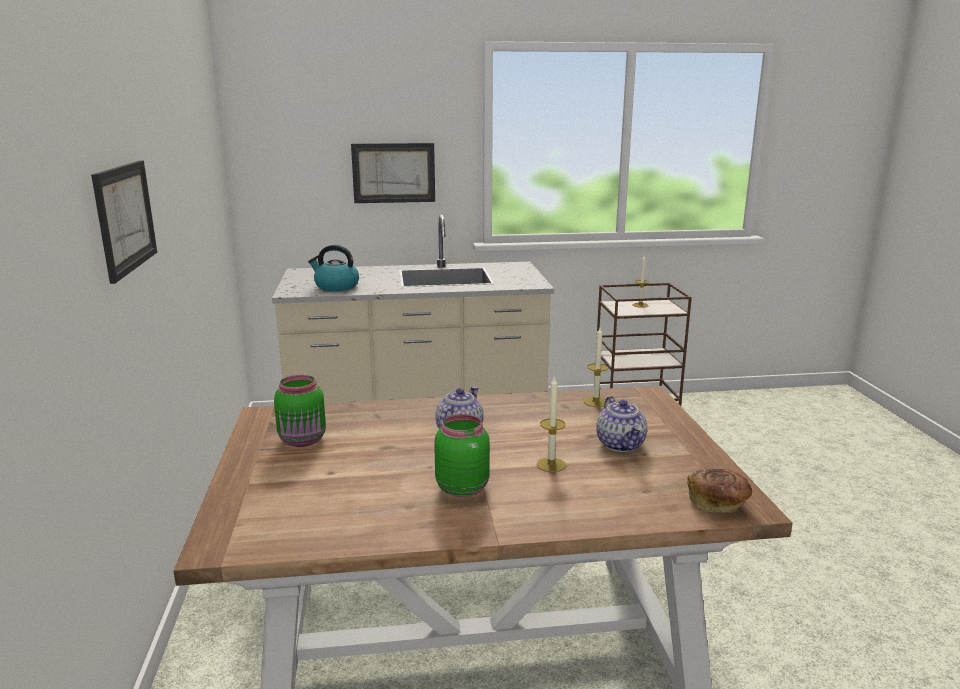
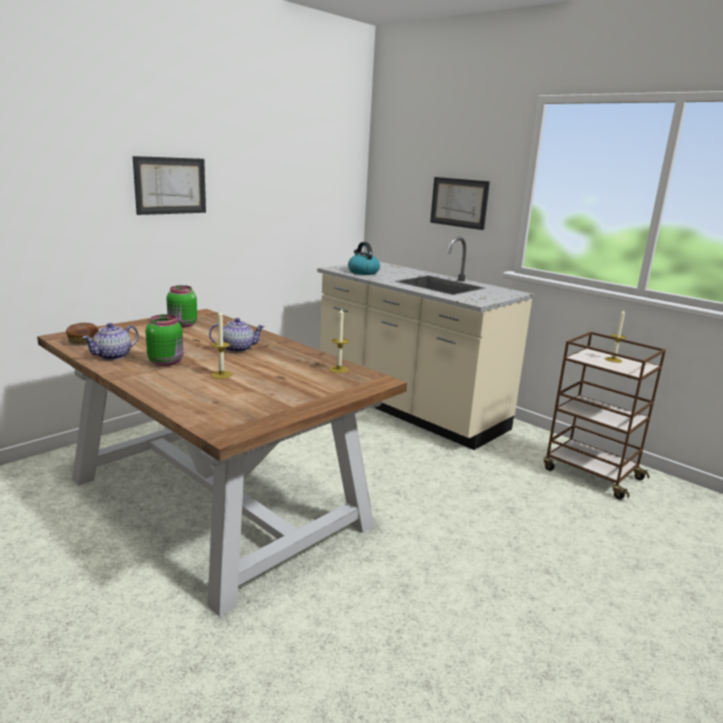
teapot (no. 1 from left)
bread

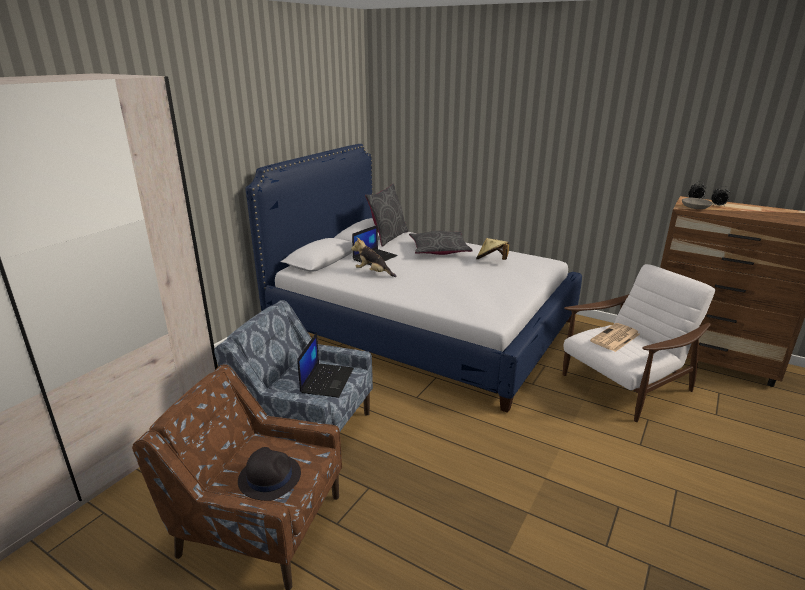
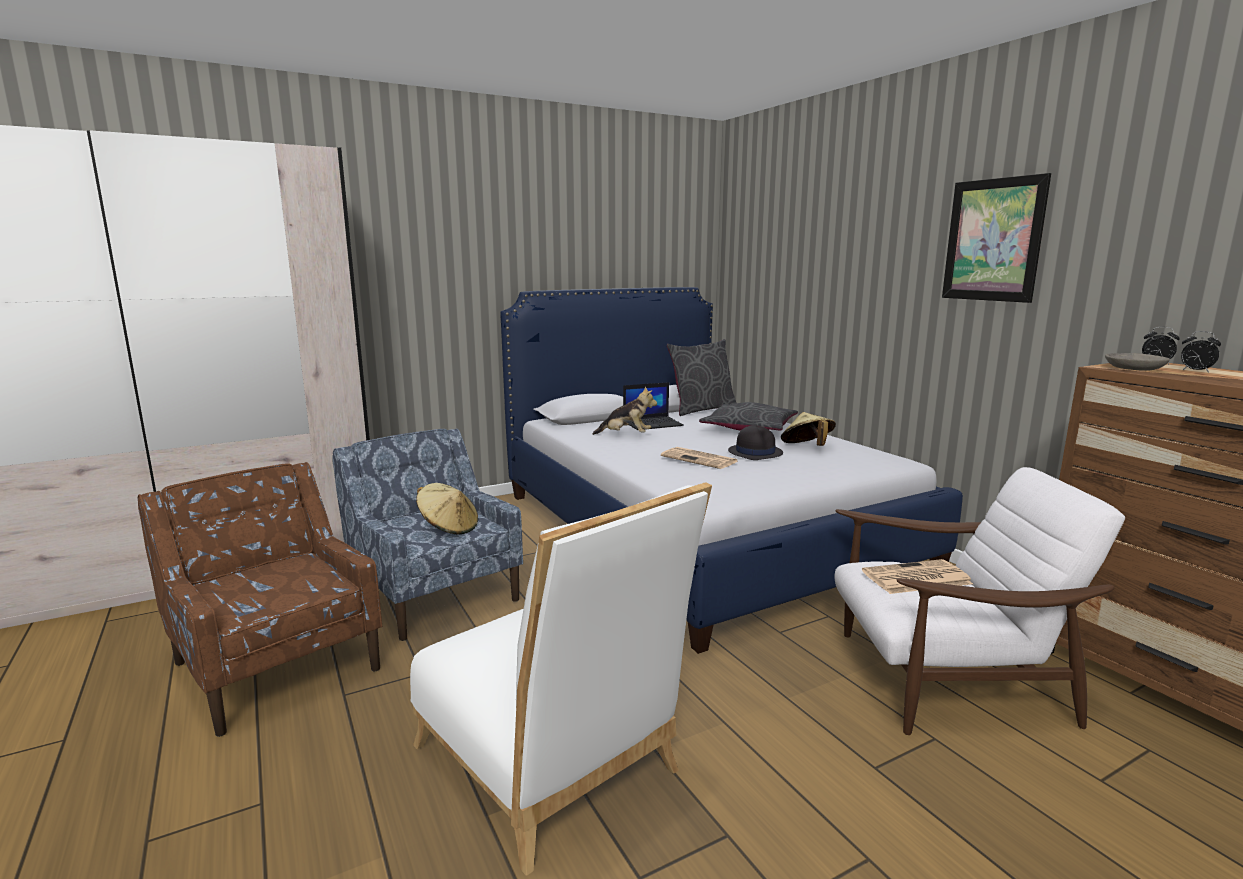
plush_toy
beige_hat (no. 1 from left)
black_hat
picture
newspaper (no. 1 from left)
white_chair

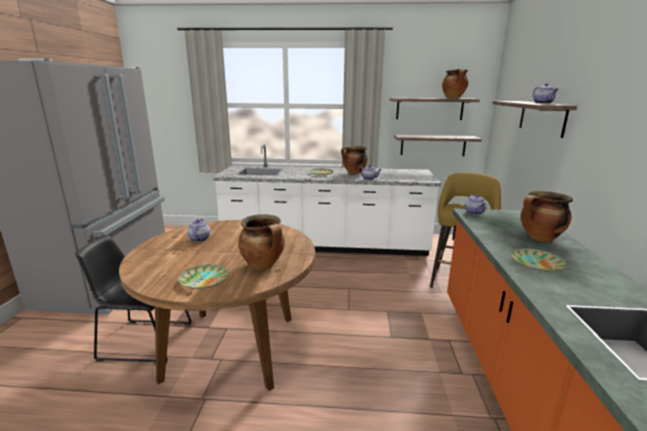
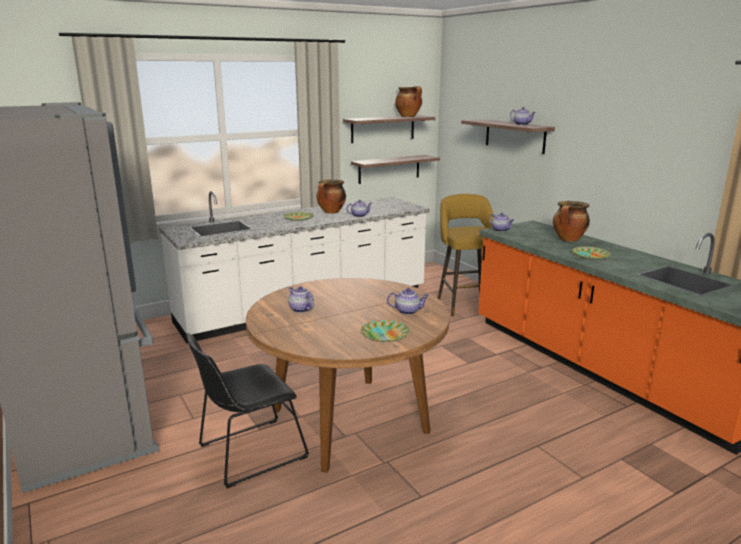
teapot (no. 3 from left)

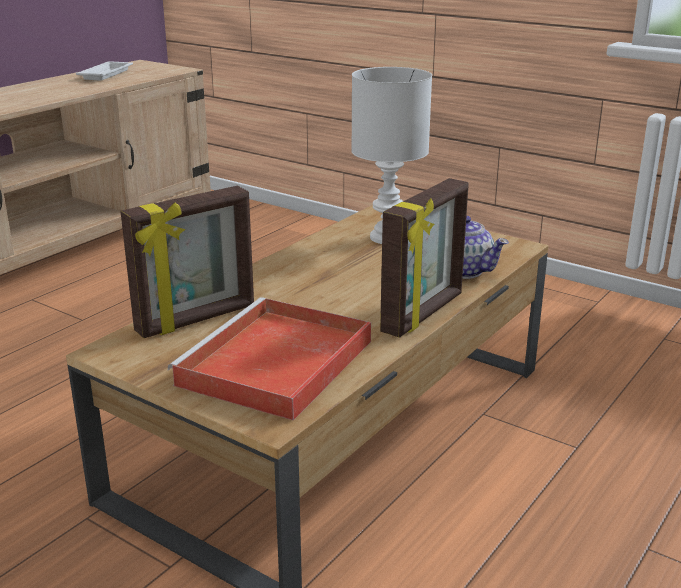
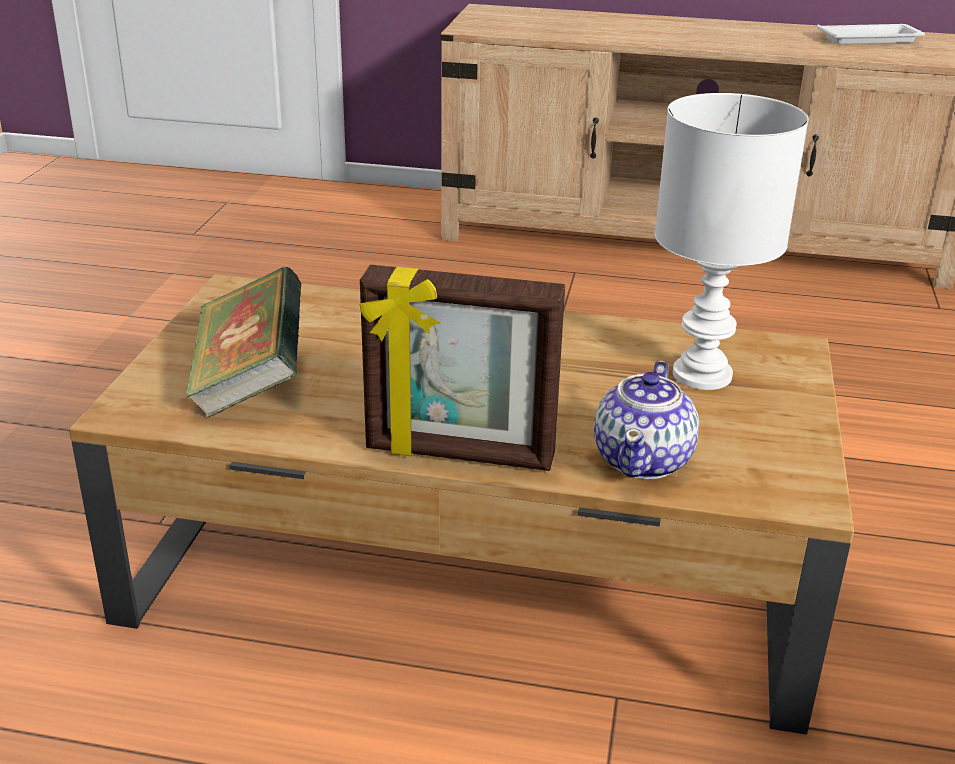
picture_frame (no. 1 from left in the first image)
book

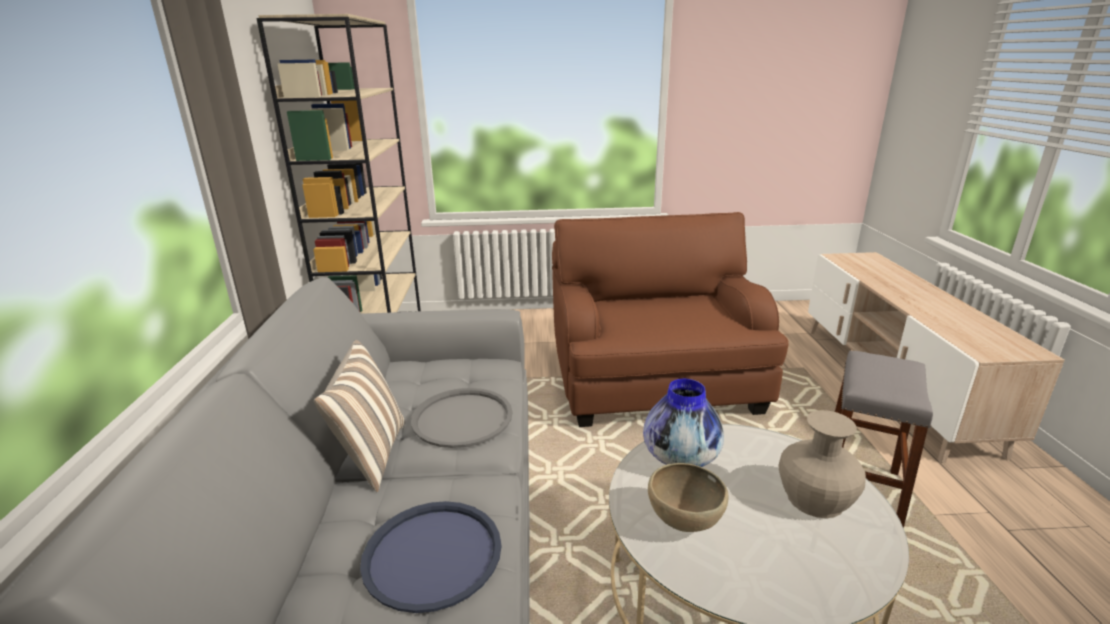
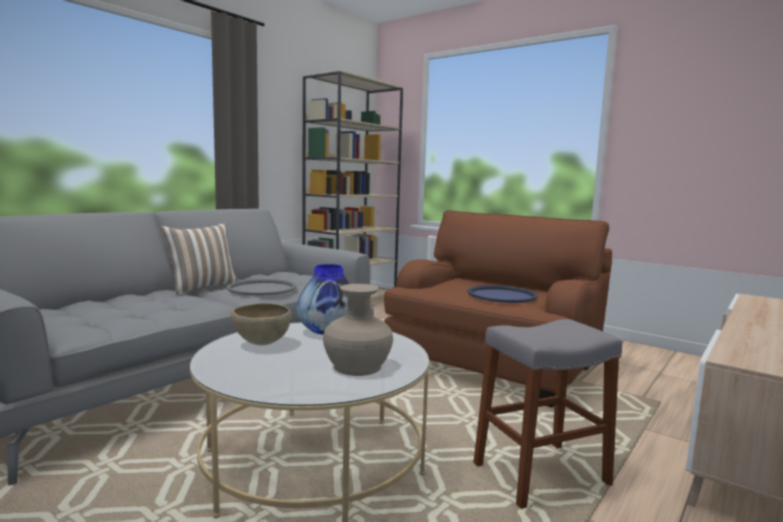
blue_tray

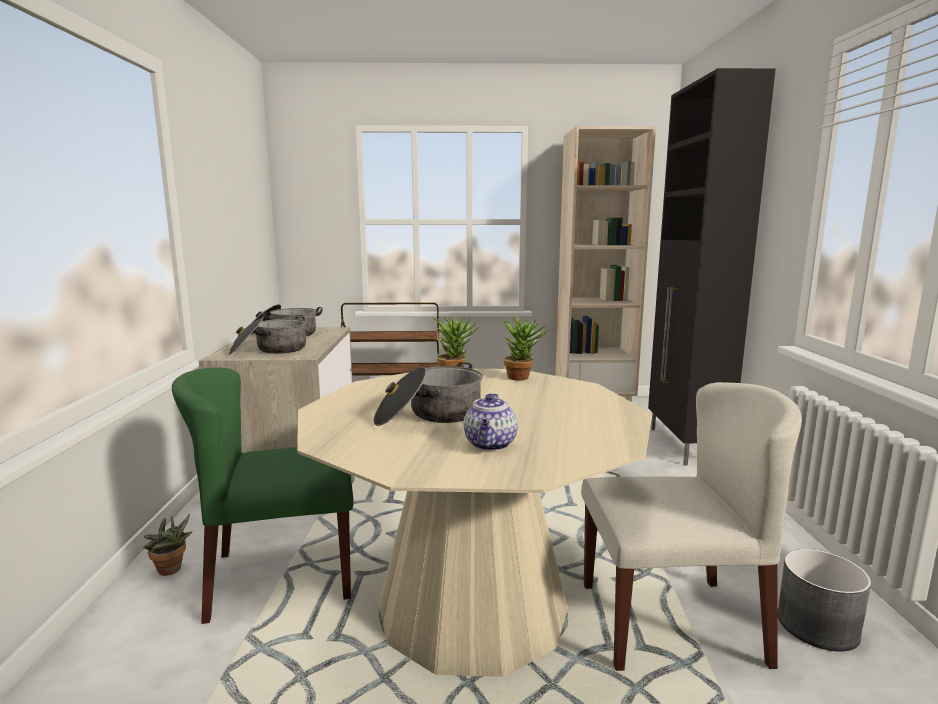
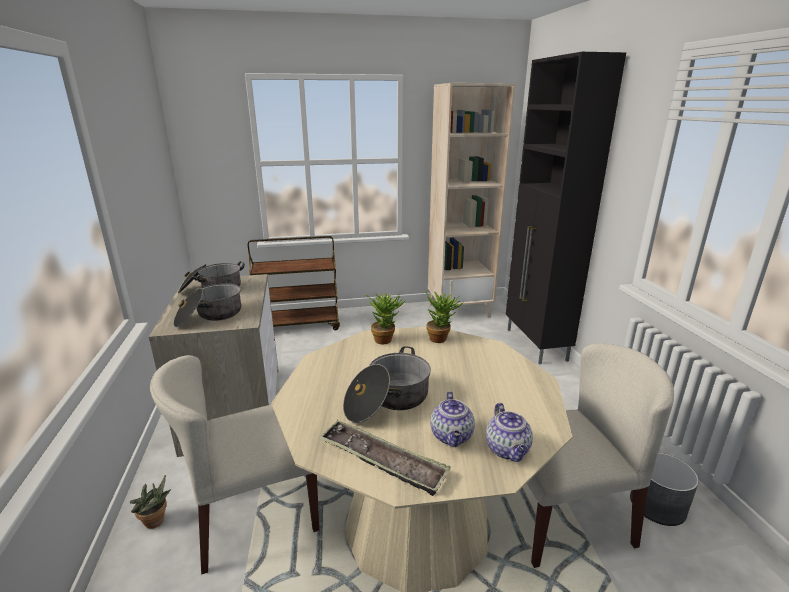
beige_chair (no. 1 from left)
teapot (no. 2 from left)
tray

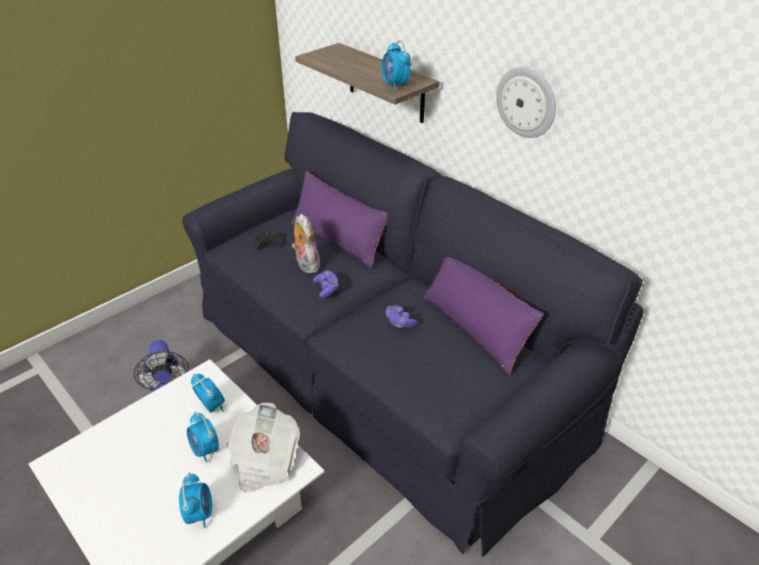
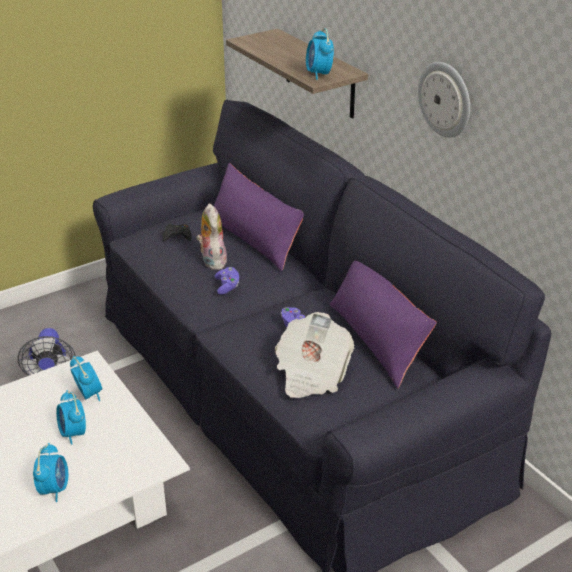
newspaper

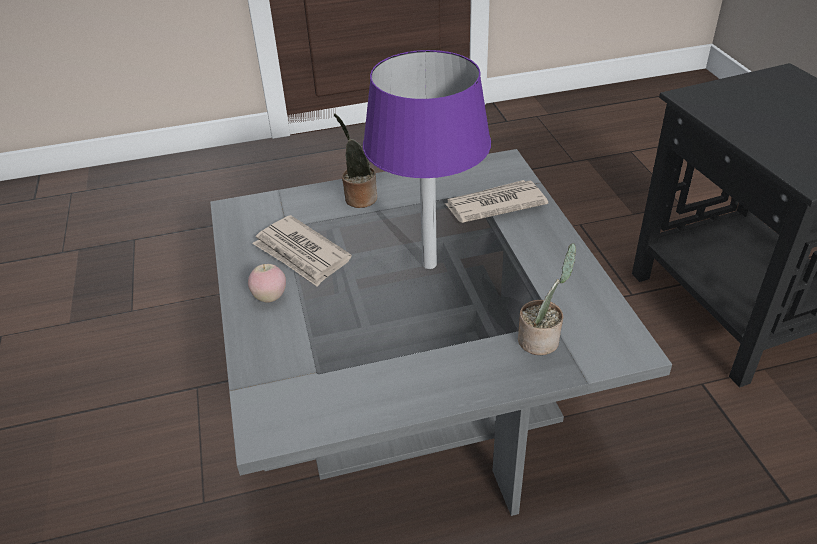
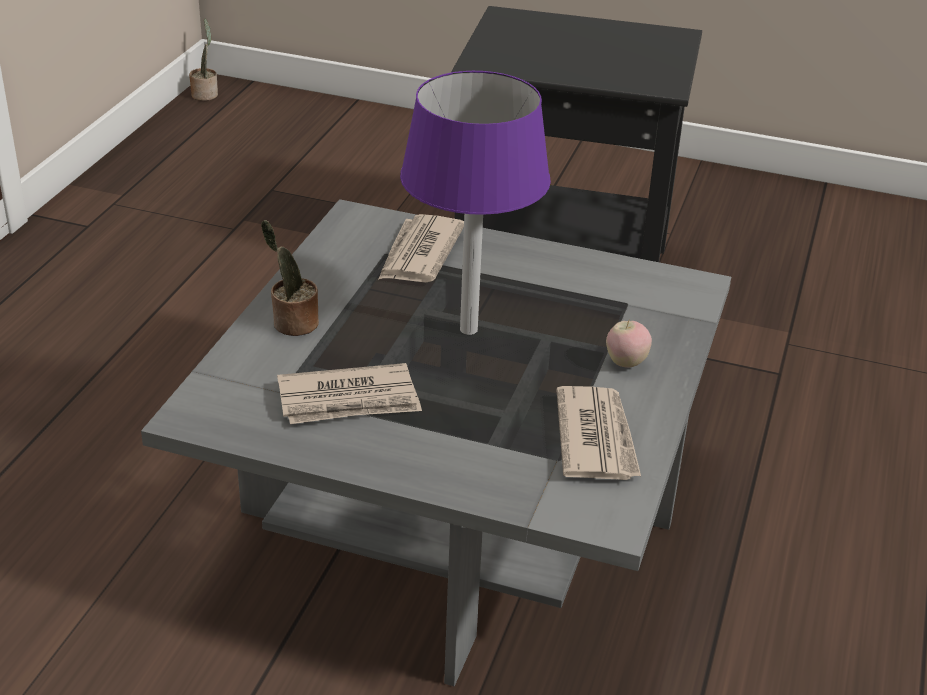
potted_plant (no. 1 from left)
apple
newspaper (no. 3 from left)

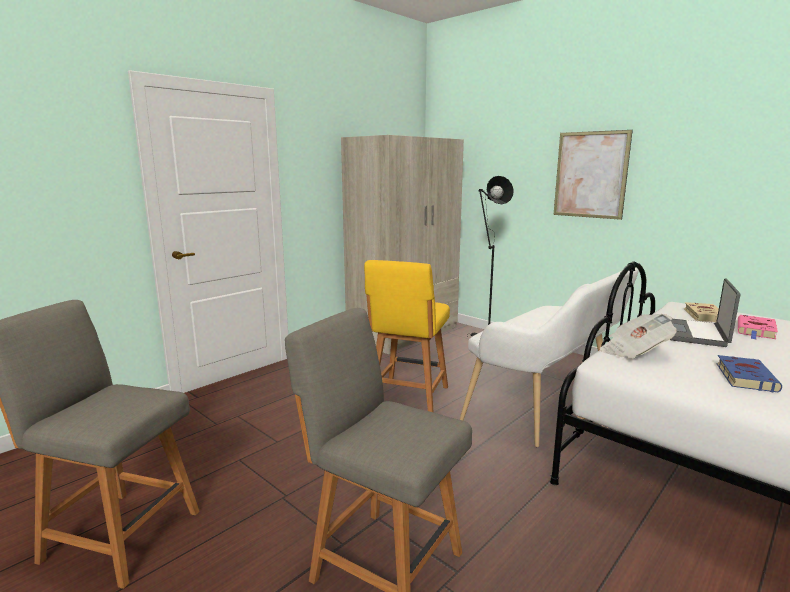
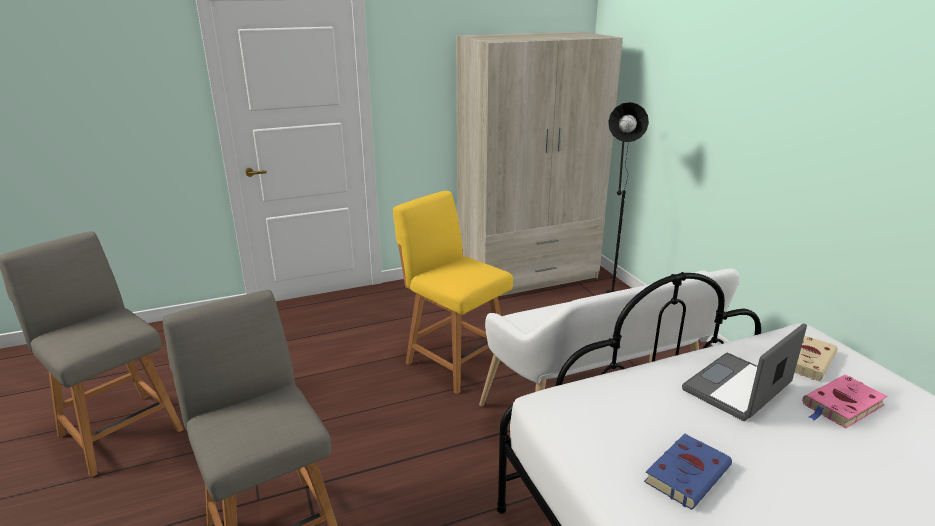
picture
yellow_chair
newspaper

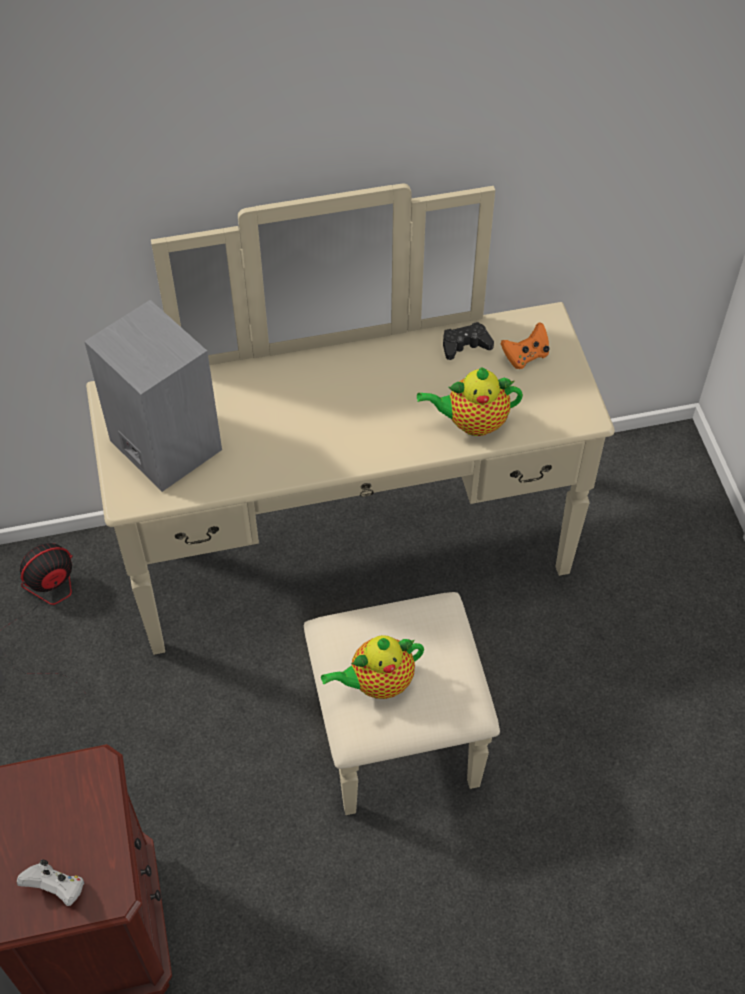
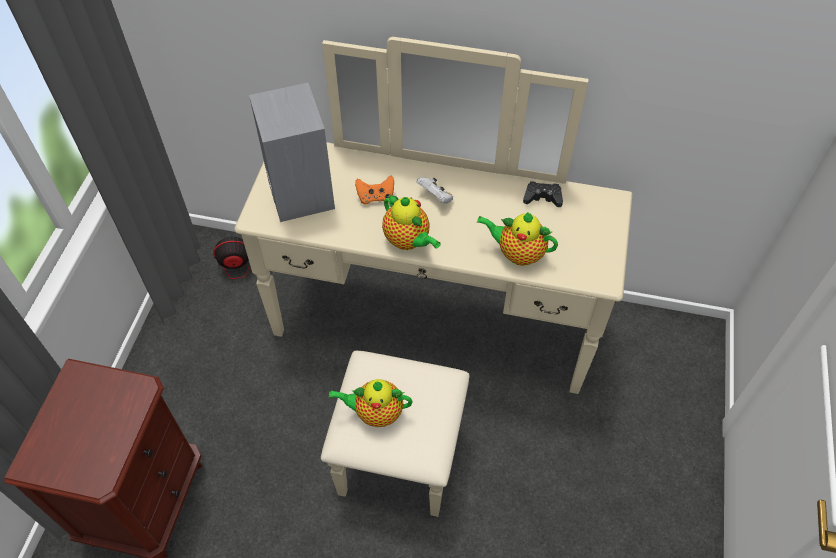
orange_game_controller
white_game_controller
teapot (no. 2 from left)

